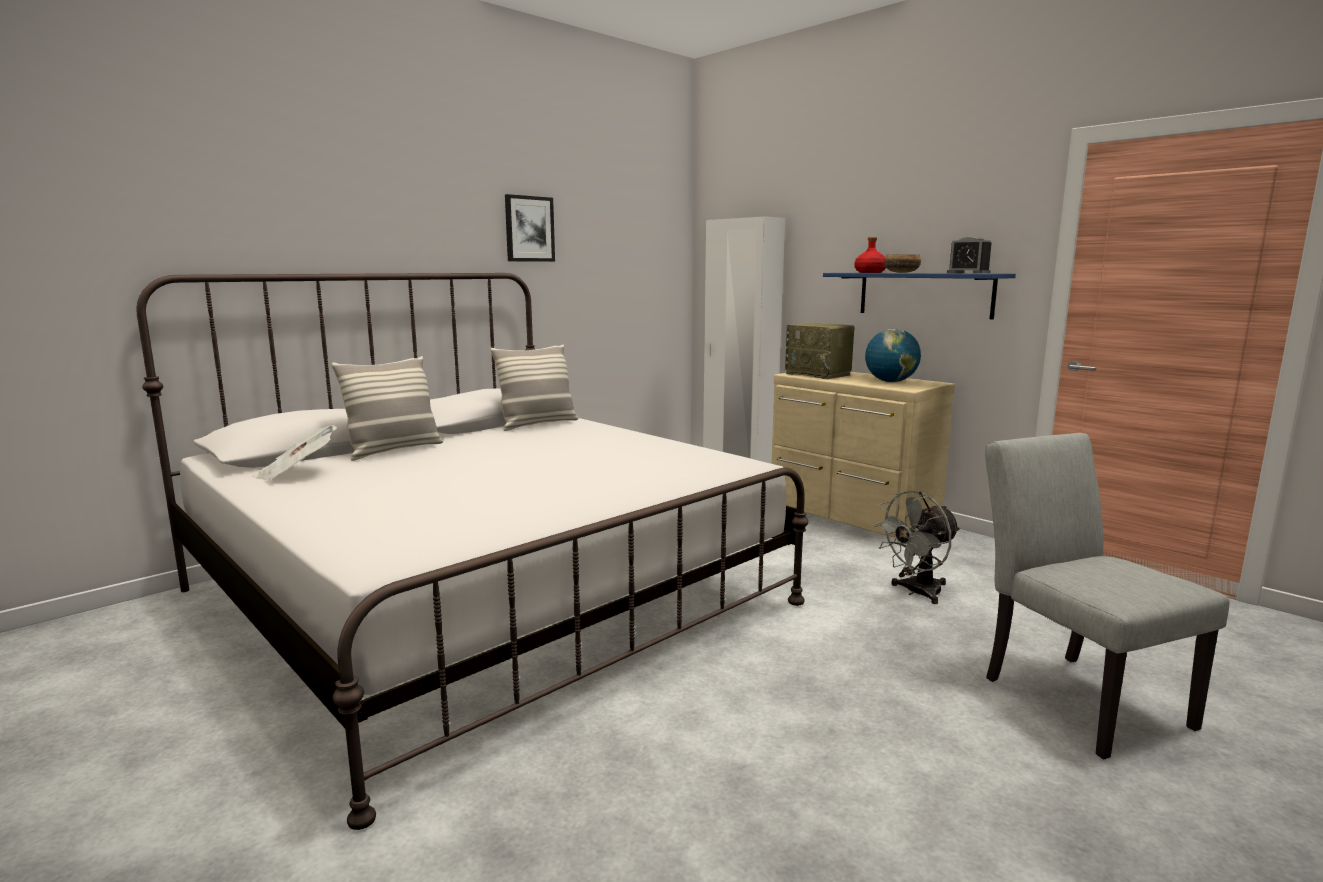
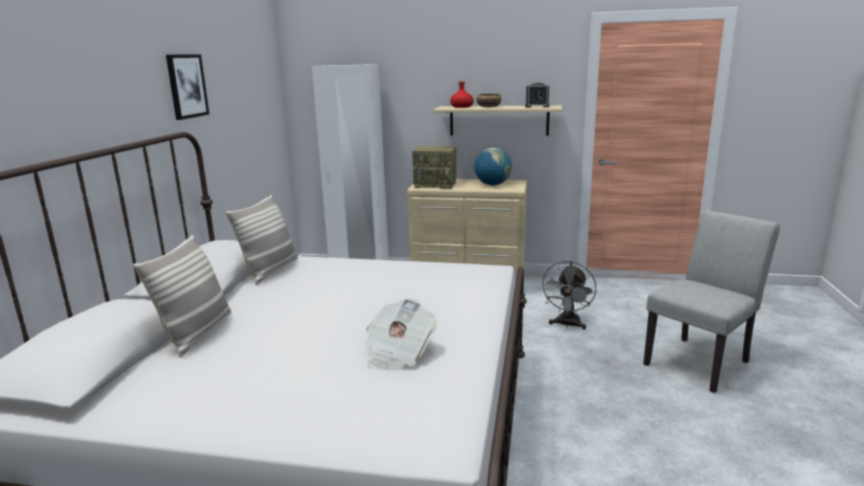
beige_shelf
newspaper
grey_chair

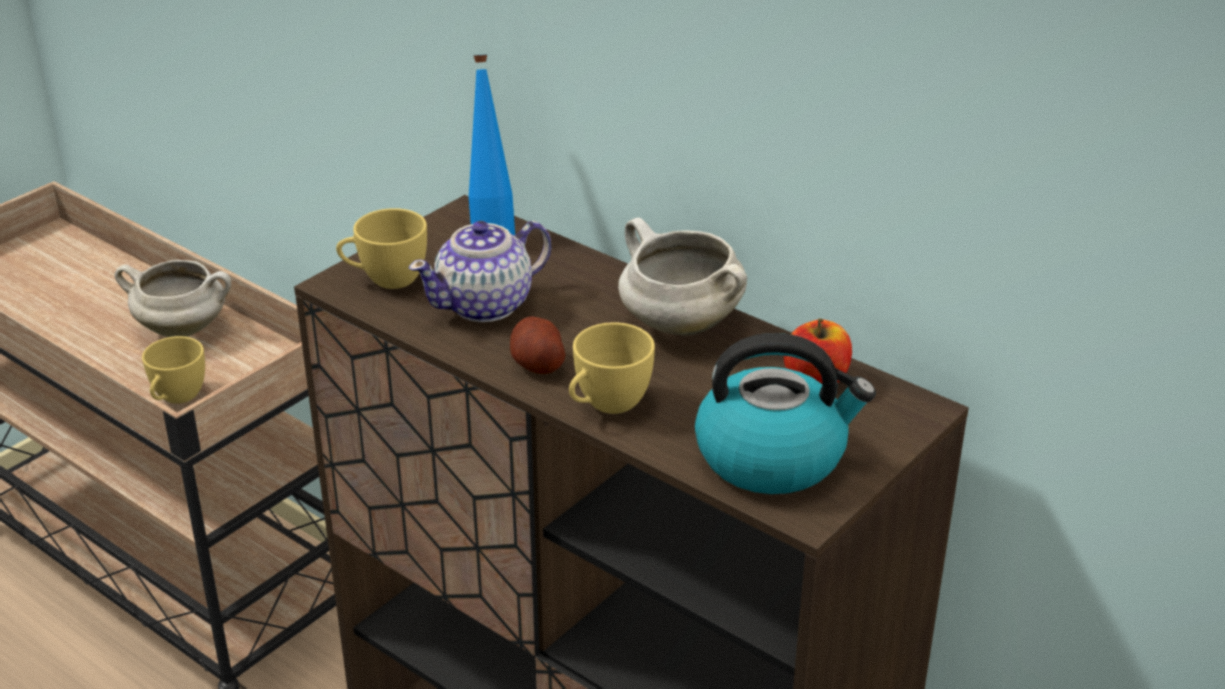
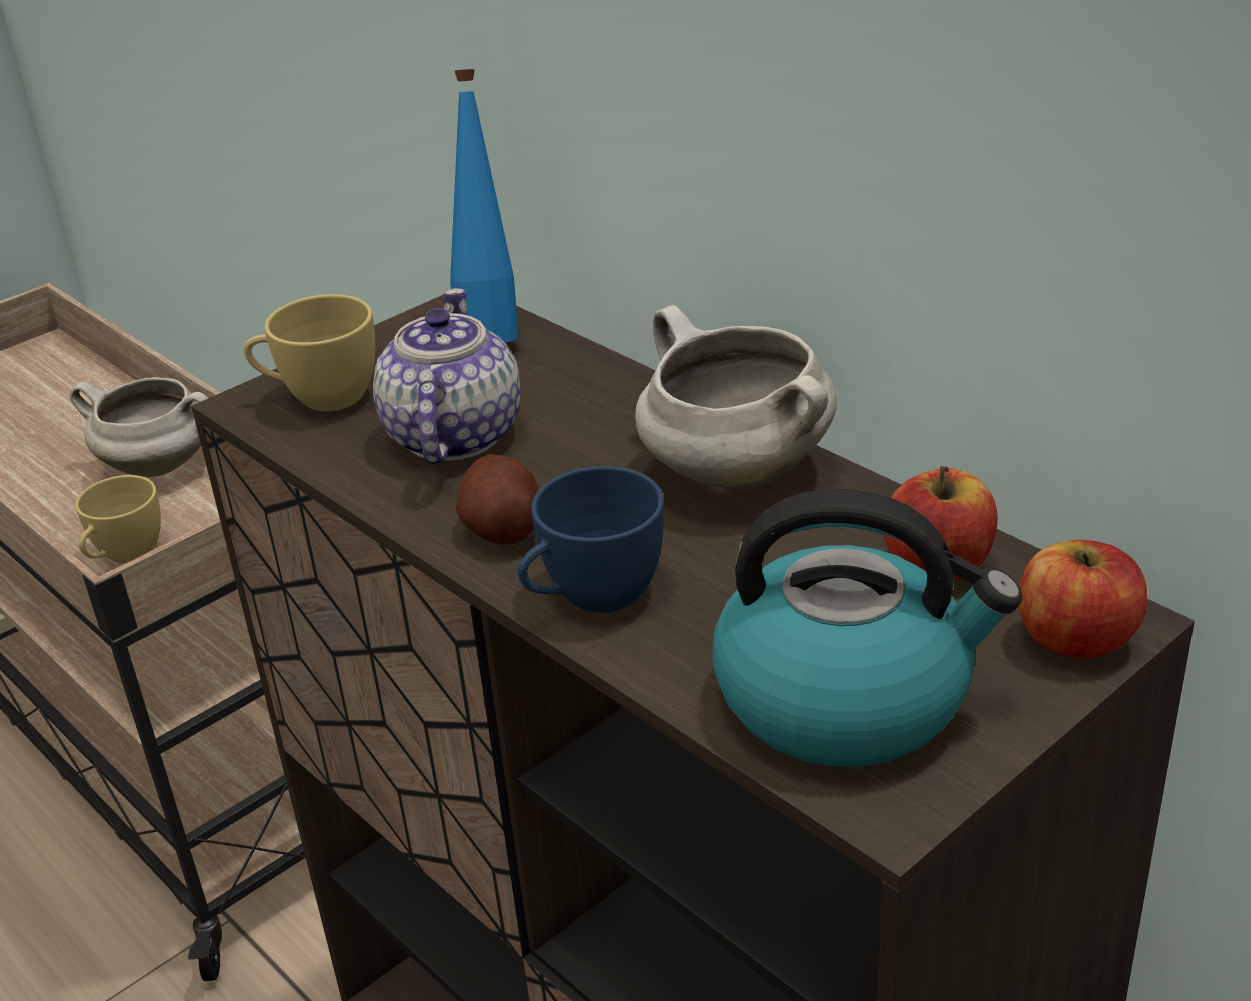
teapot
blue_cup
apple (no. 2 from left)

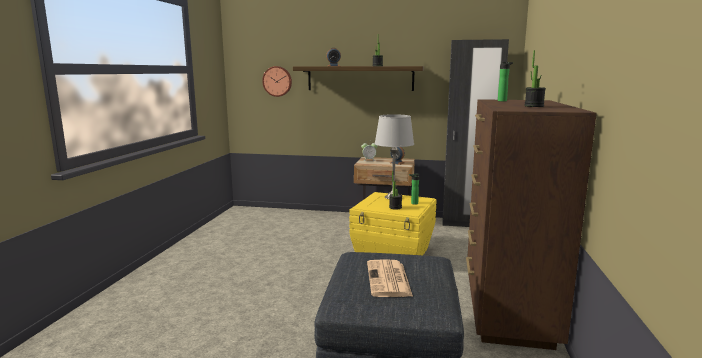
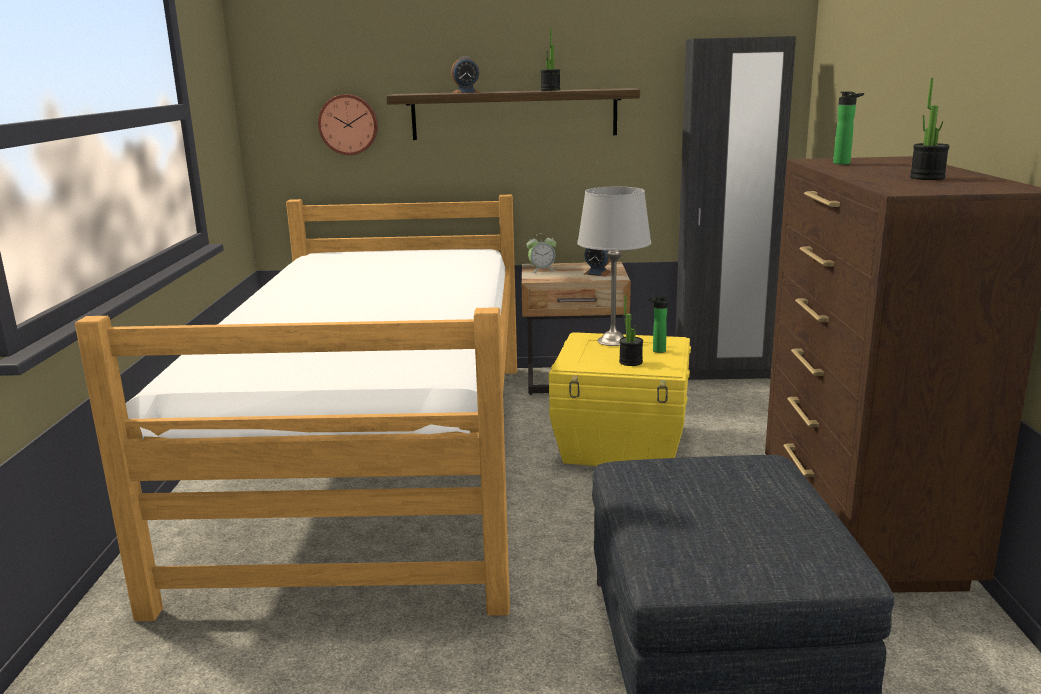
newspaper
bed

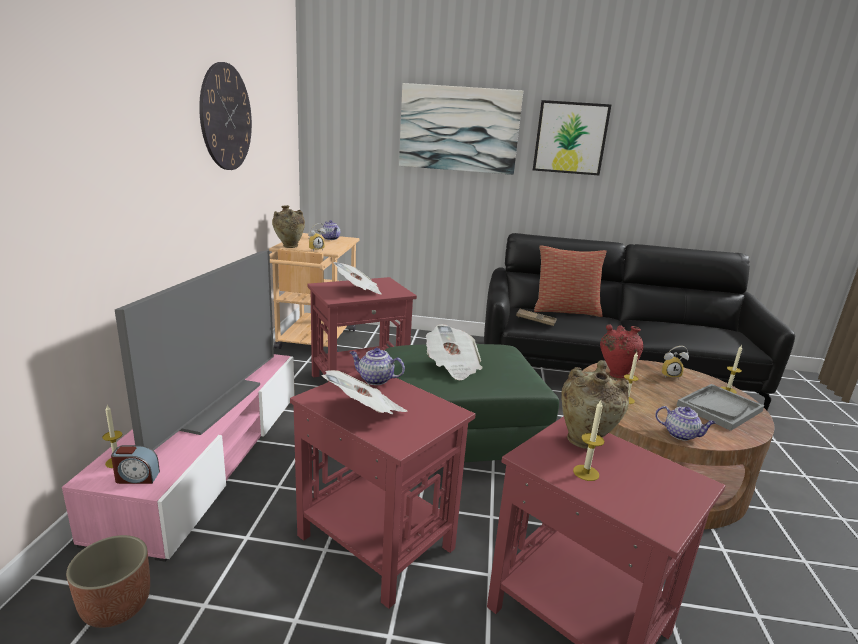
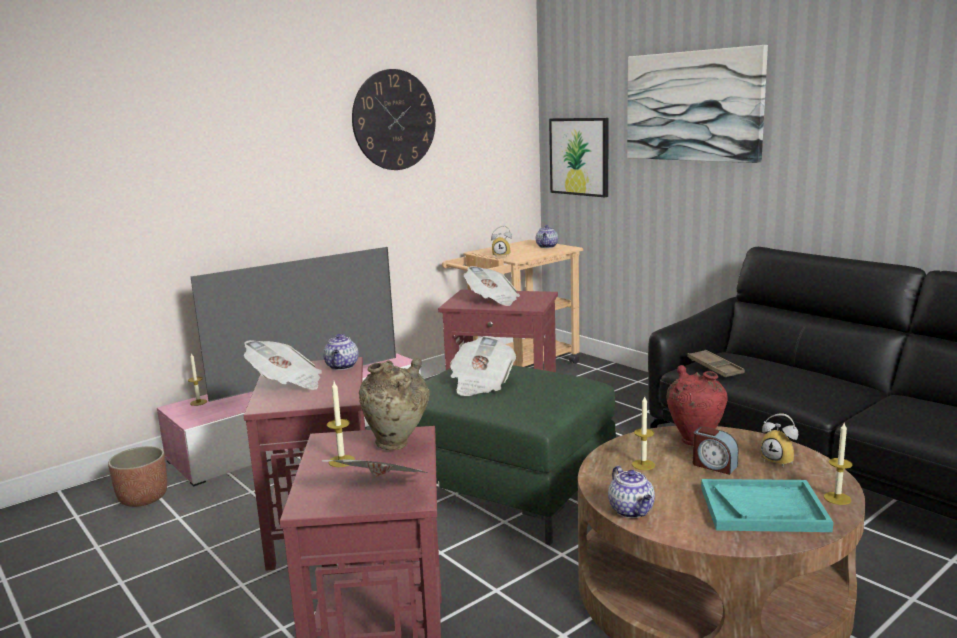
picture (no. 1 from left)
beige_vase (no. 1 from left in the first image)
pillow
teapot (no. 1 from left)
turquoise_tray
alarm_clock (no. 2 from left)
newspaper (no. 2 from left)

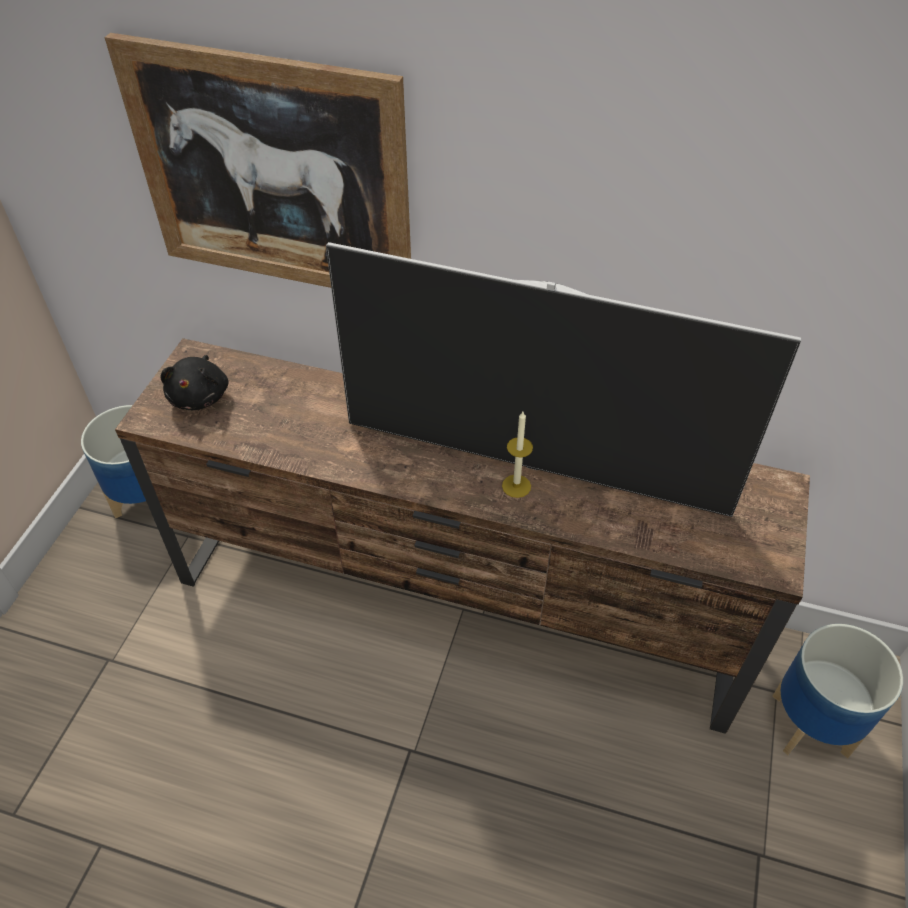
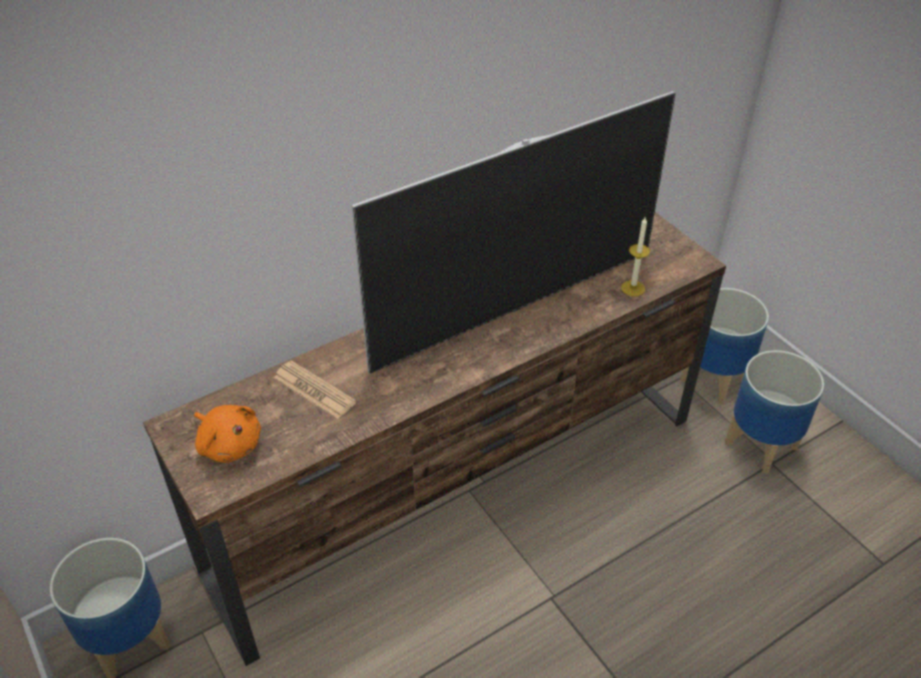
picture
orange_plush_toy
candle
planter (no. 3 from left)
newspaper

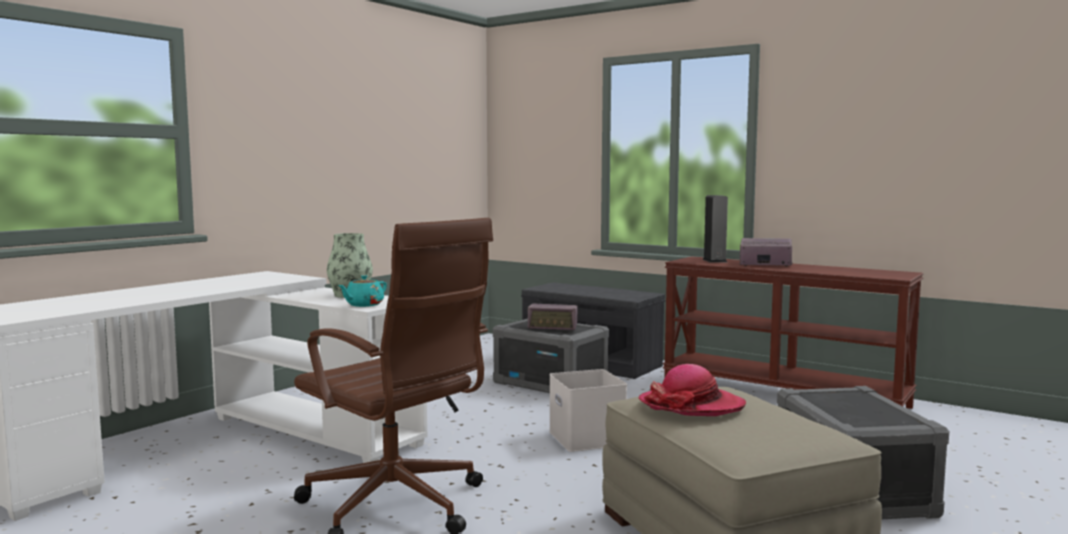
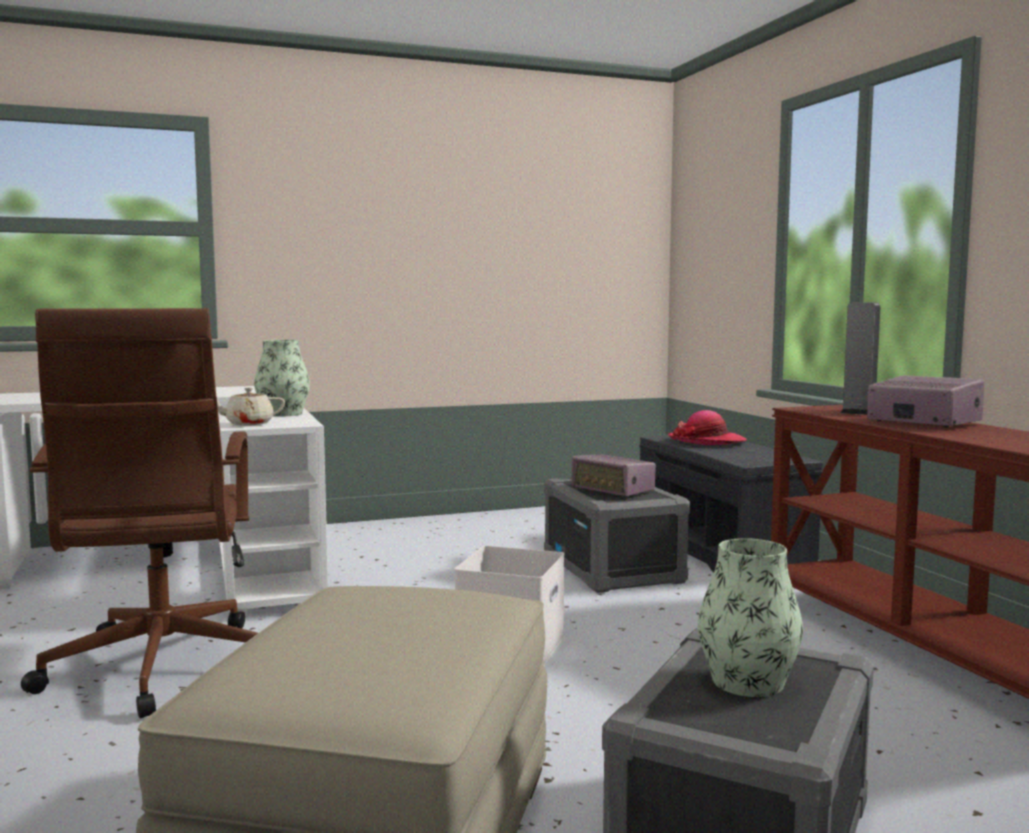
beige_teapot
hat
vase (no. 2 from left)

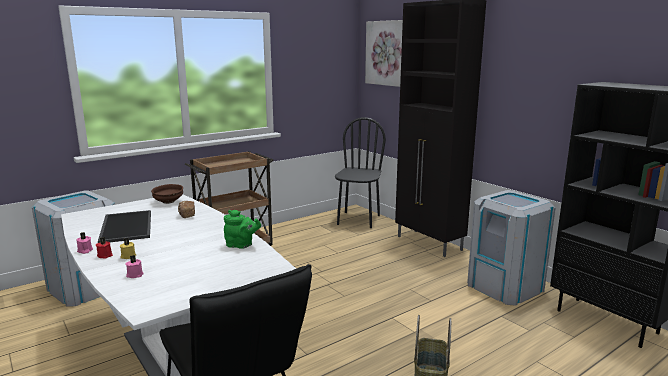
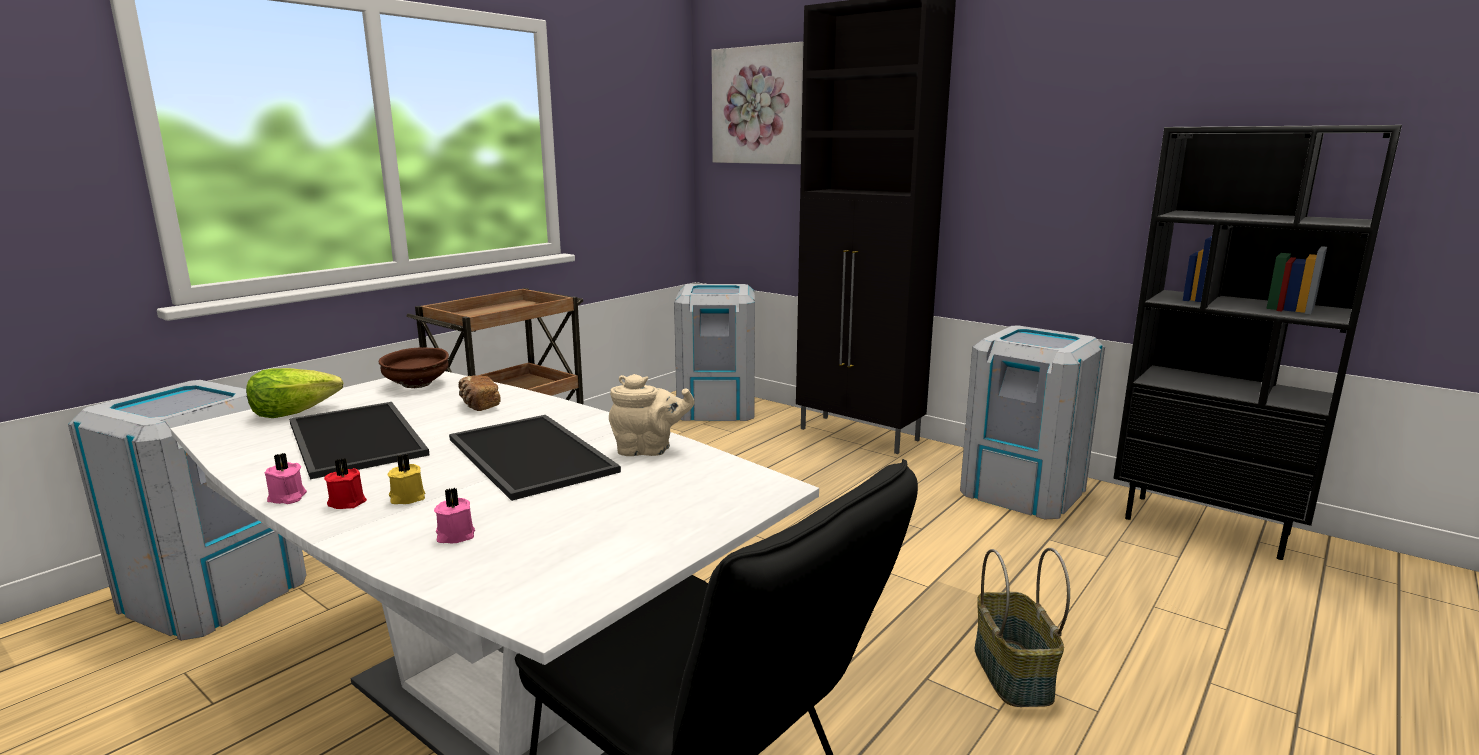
grey_trash_can (no. 2 from left)
beige_teapot
lettuce
tray (no. 2 from left)

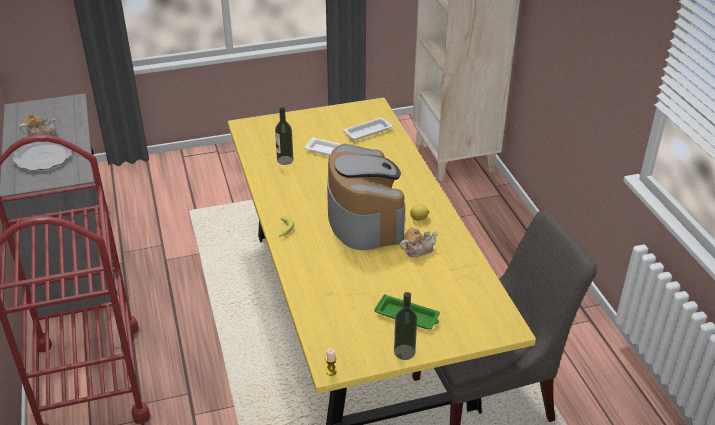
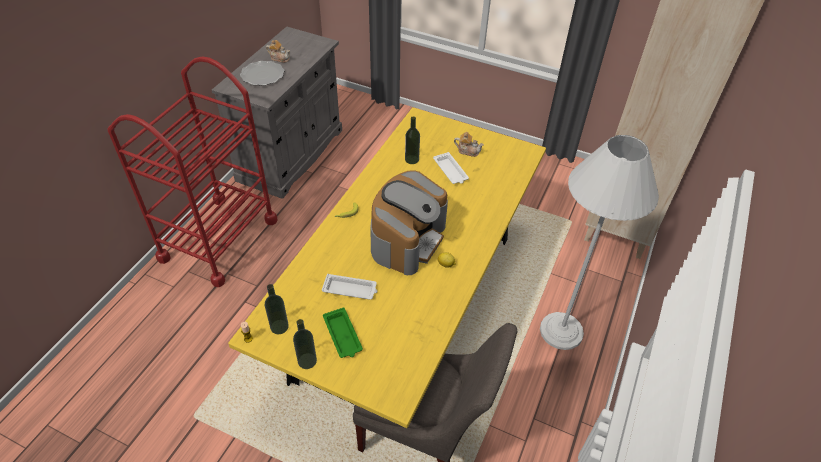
white_tray (no. 1 from left)
teapot (no. 2 from left)
white_floor_lamp
bottle (no. 1 from left)

